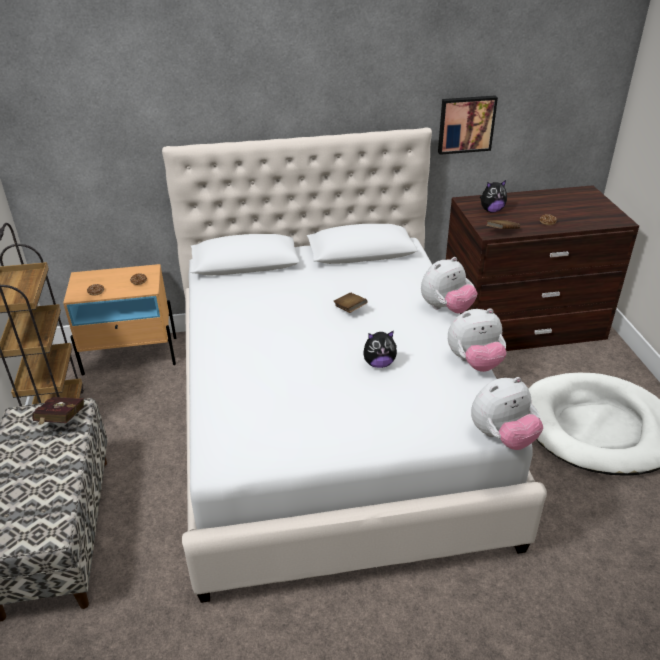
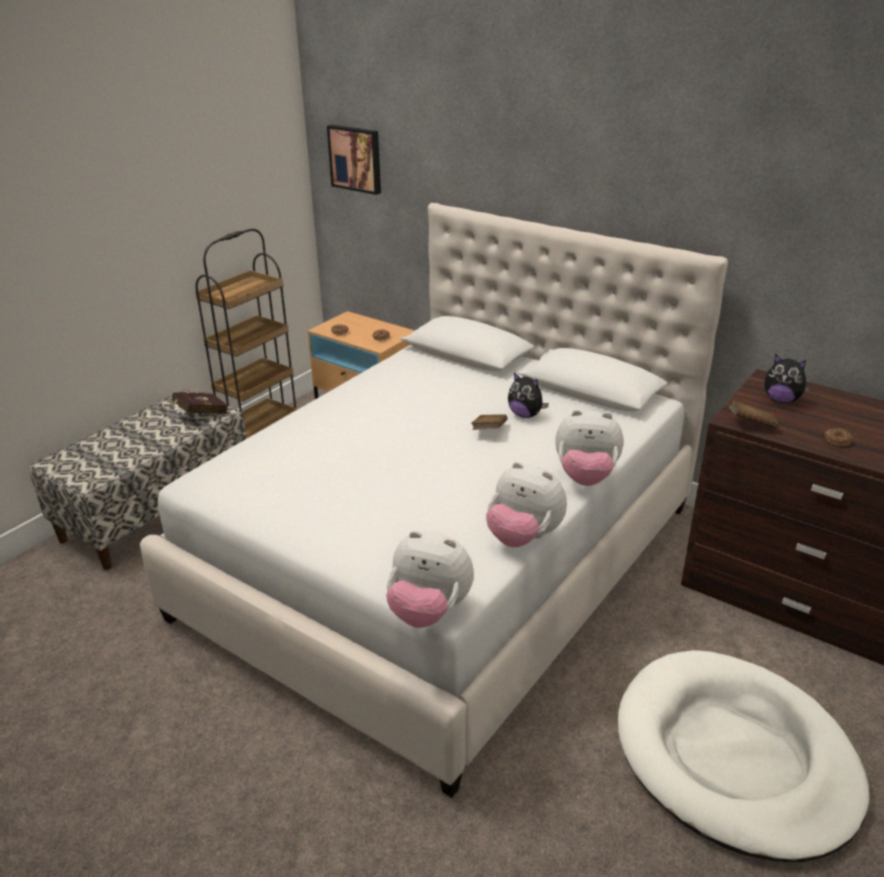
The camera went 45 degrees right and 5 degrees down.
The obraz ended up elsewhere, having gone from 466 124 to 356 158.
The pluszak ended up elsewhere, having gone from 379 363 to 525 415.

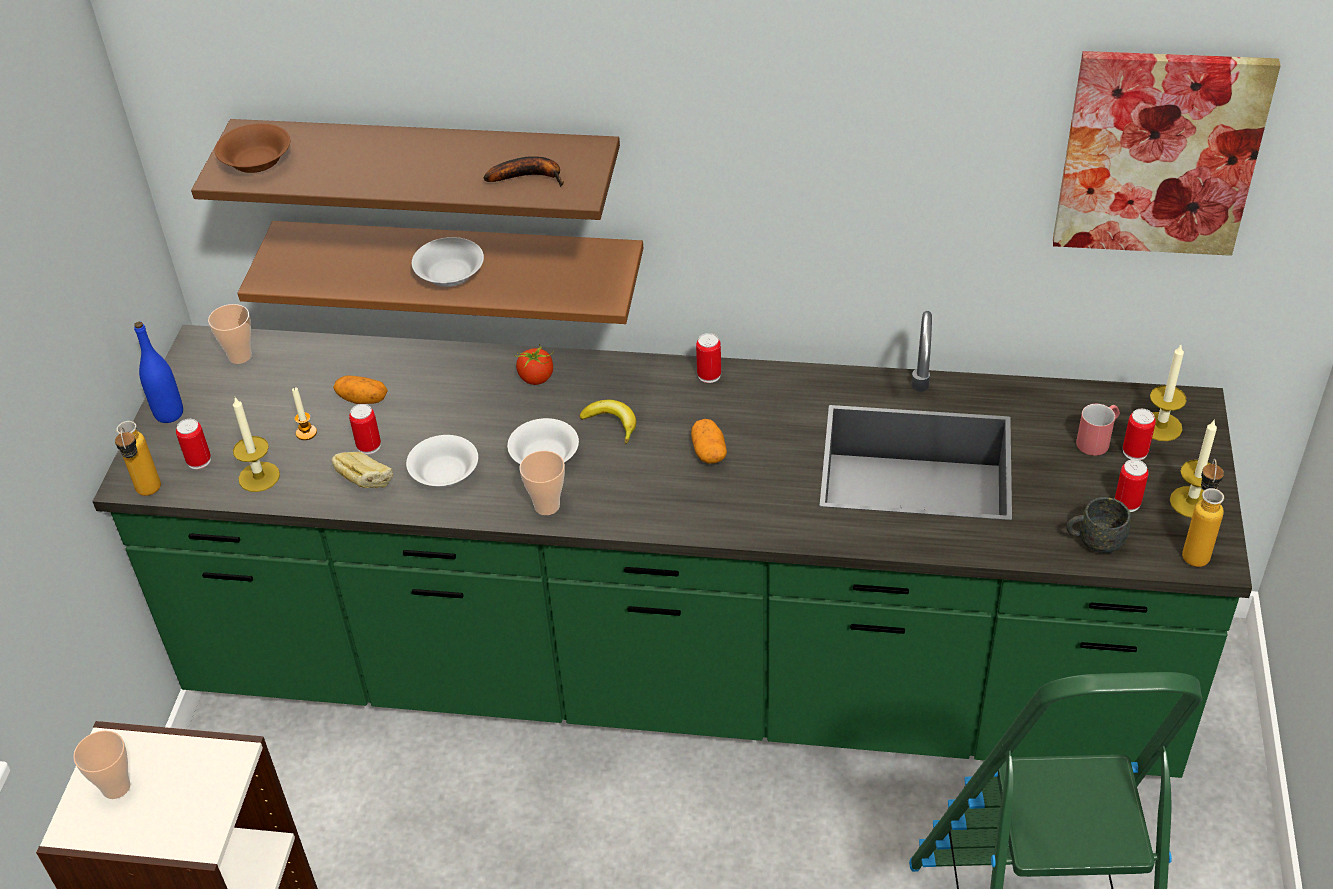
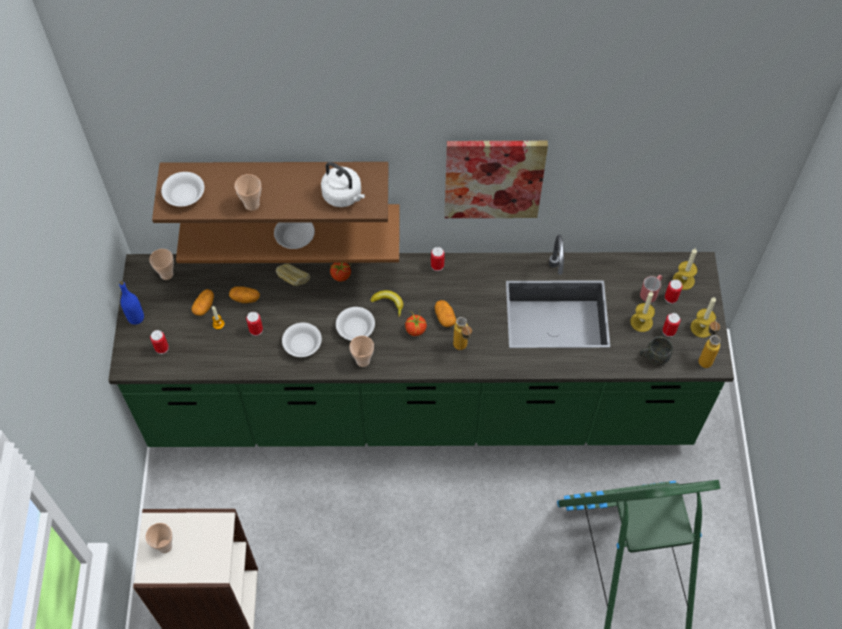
The camera went 10 degrees left and 15 degrees up.
The obraz ended up elsewhere, having gone from 1159 153 to 493 178.
What was the miska (brązowy) at 256 162 turned into the miska (biały) at 184 196.
Where the banan stood at 530 177, the czajnik (biały) came to stand at 344 196.
The świeca ended up elsewhere, having gone from 259 477 to 641 322.
The butelka ended up elsewhere, having gone from 149 495 to 462 349.
The chleb ended up elsewhere, having gone from 365 485 to 293 281.
The second view gained the filiżanka at 252 204.
The second view gained the ziemniak at 204 306.
The second view gained the pomidor at 415 330.

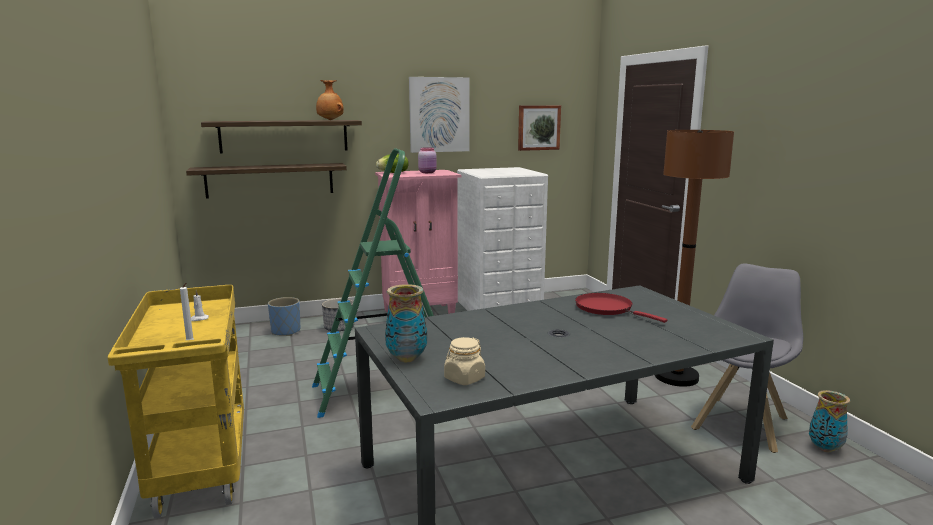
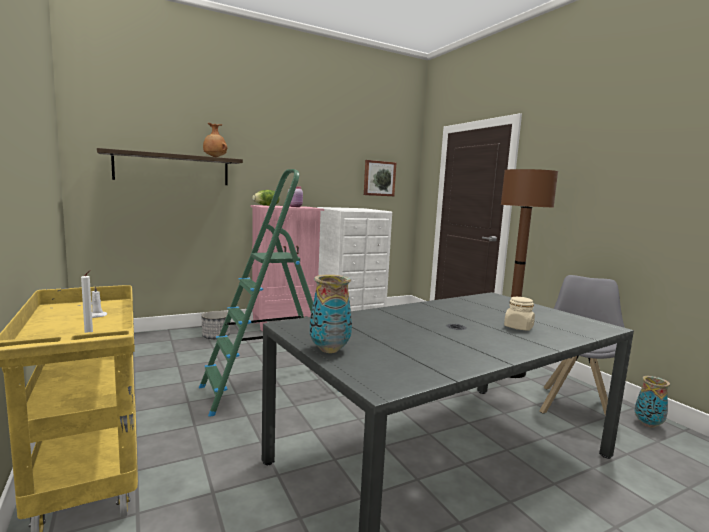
The camera went 10 degrees left and 5 degrees down.
The second view lost the obraz at 439 115.
The second view lost the półka at 270 180.
The second view lost the patelnia (czerwony) at 607 308.
The second view lost the donica (niebieski) at 286 331.
The słoik (beżowy) ended up elsewhere, having gone from 464 378 to 518 327.

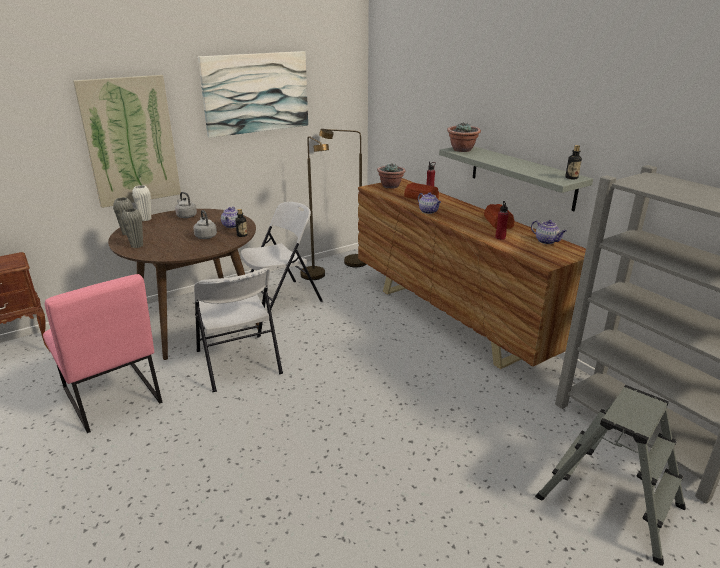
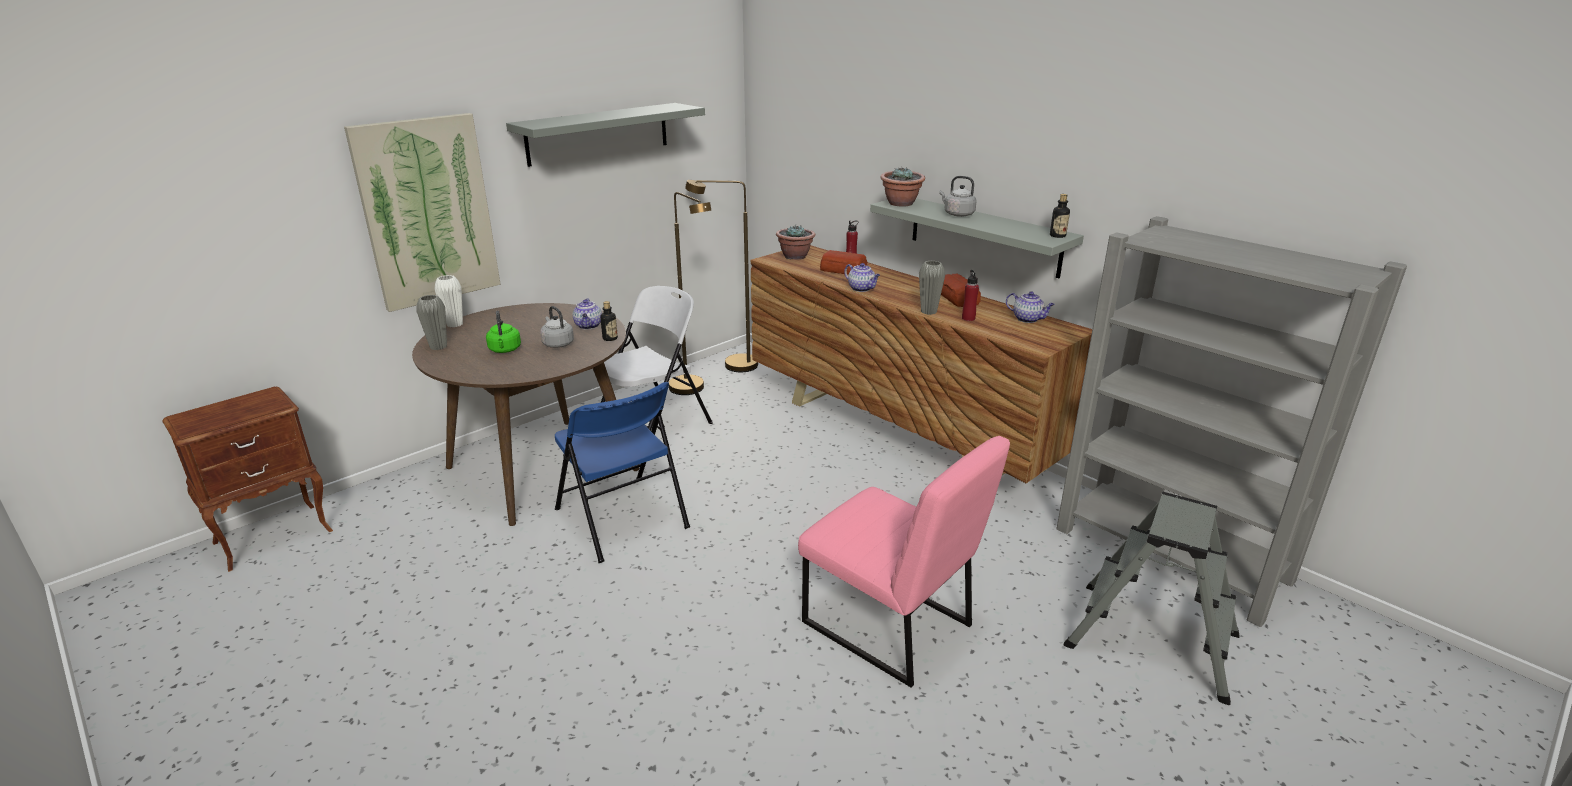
The camera went 10 degrees left and 0 degrees up.
Where the obraz hung at 256 93, the półka (szary) came to hang at 598 133.
The czajnik (szary) ended up elsewhere, having gone from 186 216 to 957 214.
The wazon (szary) ended up elsewhere, having gone from 137 245 to 928 311.
What was the krzesło (biały) at 238 362 turned into the krzesło (niebieski) at 621 518.
The krzesło (różowy) ended up elsewhere, having gone from 112 397 to 890 626.
The second view gained the czajnik (zielony) at 505 350.

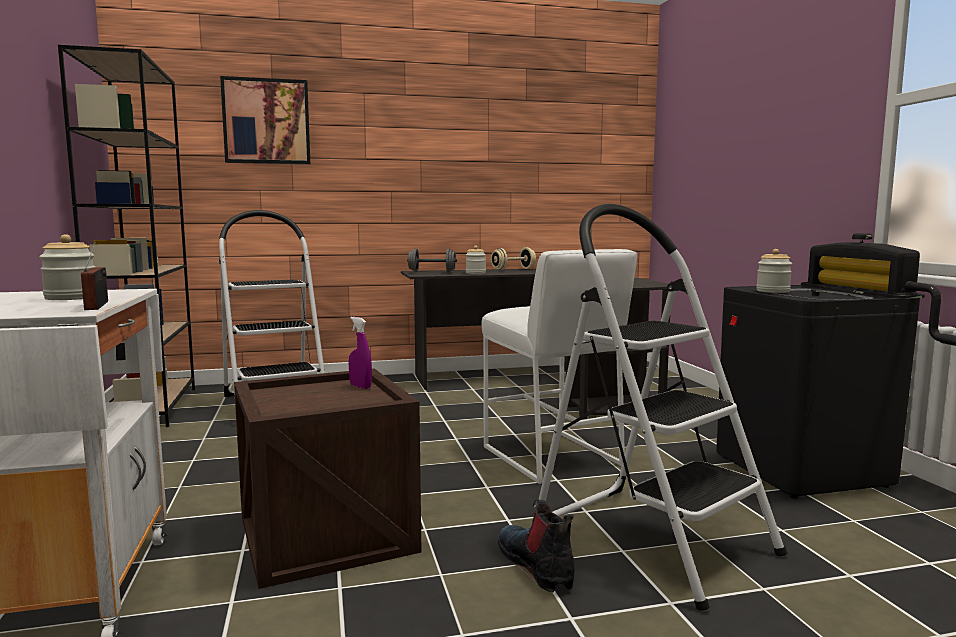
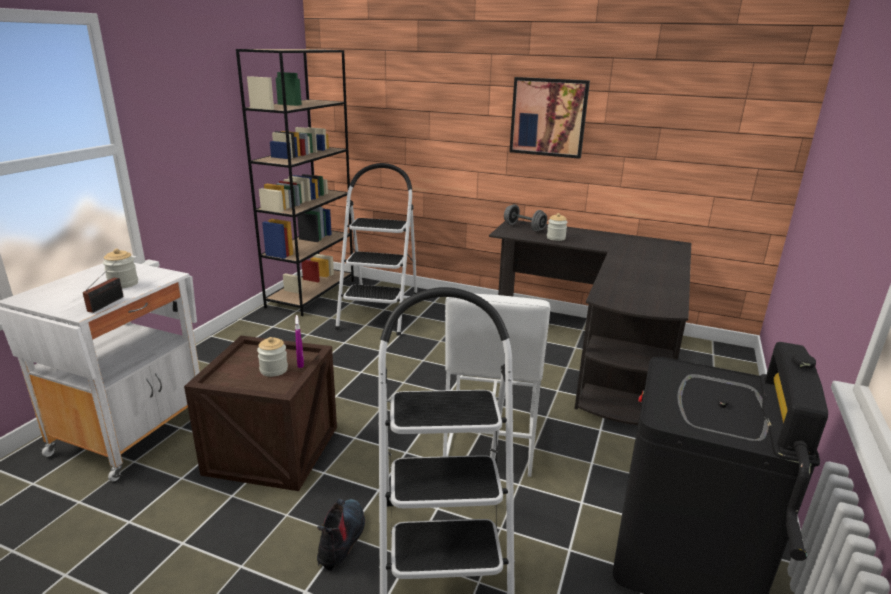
The camera went 35 degrees right and 15 degrees up.
The obraz ended up elsewhere, having gone from 266 121 to 548 117.
The second view lost the hantel (beżowy) at 513 269.
The słoik ended up elsewhere, having gone from 773 291 to 274 370.

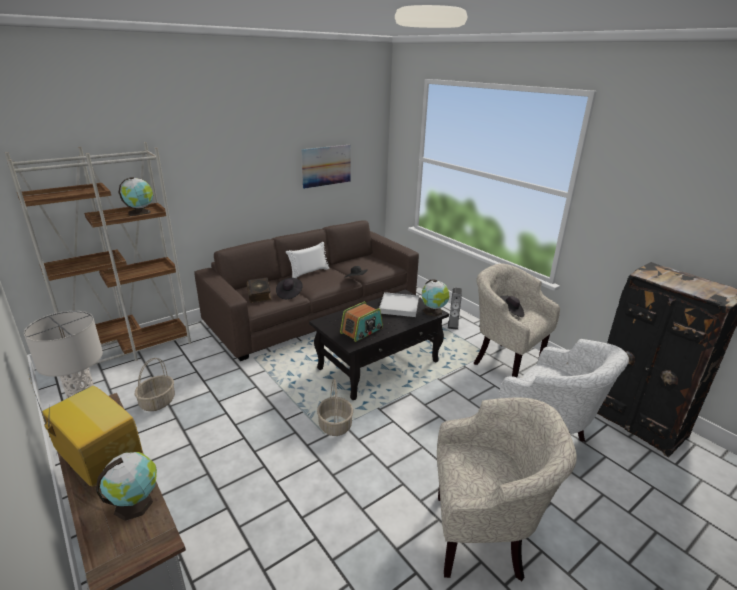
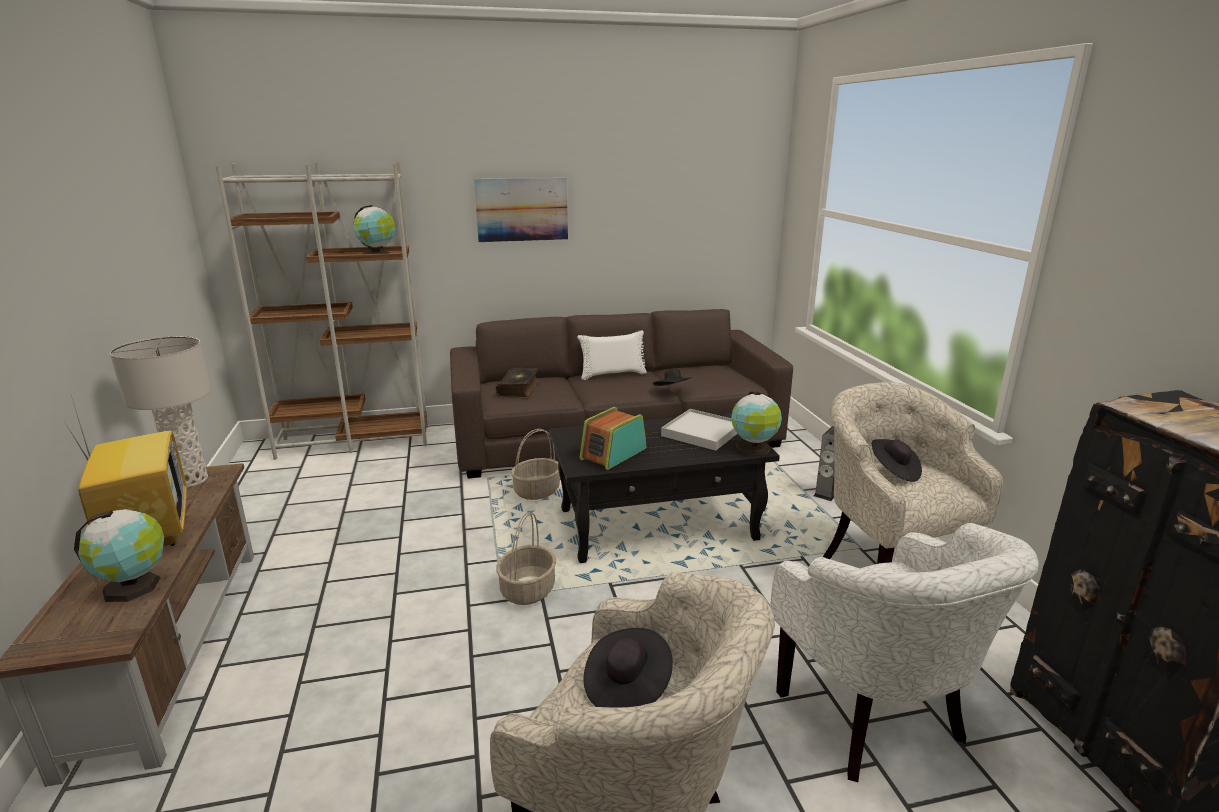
The camera went 25 degrees right and 5 degrees down.
The obraz ended up elsewhere, having gone from 326 166 to 522 209.
The kapelusz (czarny) ended up elsewhere, having gone from 289 294 to 627 686.
The radio at 362 331 ended up facing another way, 150 degrees clockwise from before.
The koszyk ended up elsewhere, having gone from 157 402 to 537 491.

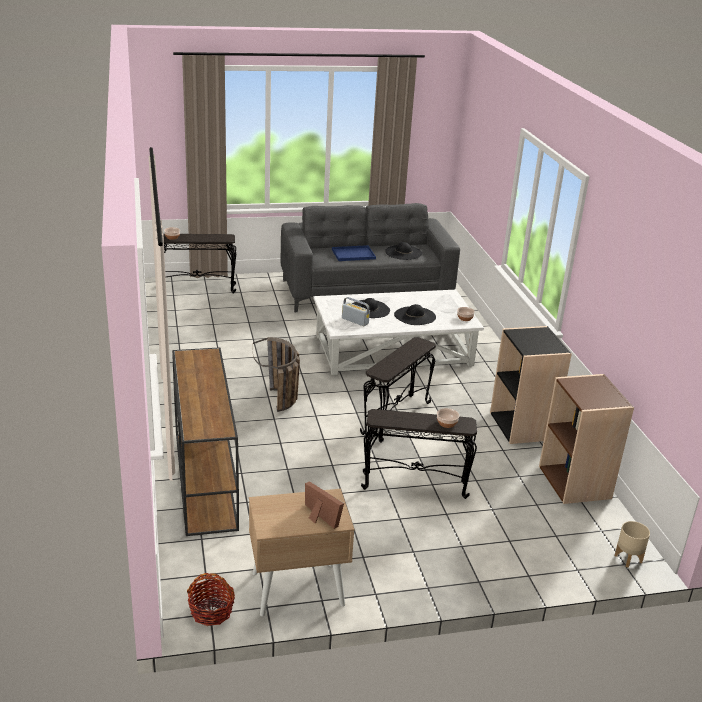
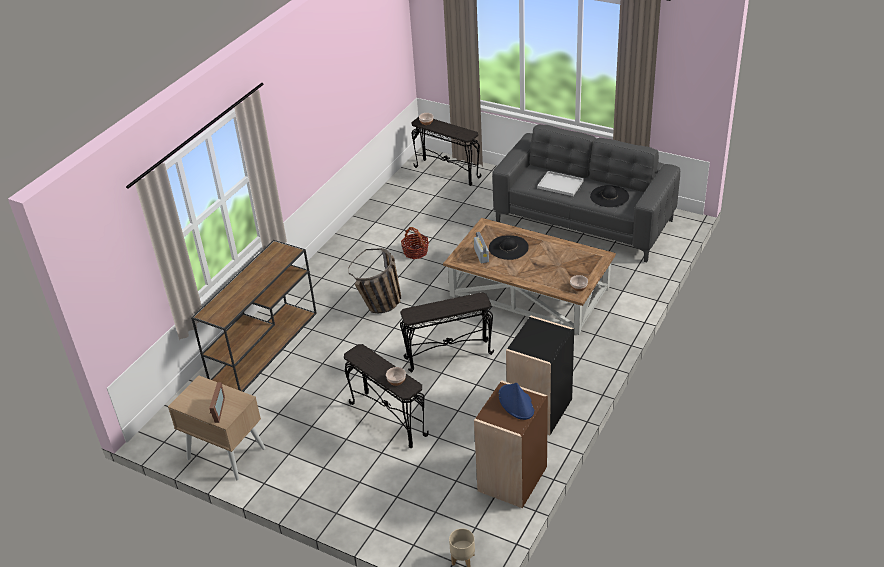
The camera went 45 degrees right and 10 degrees up.
What was the taca (niebieski) at 352 254 turned into the taca (biały) at 559 184.
What was the ława (biały) at 394 350 turned into the ława (brązowy) at 530 291.
The second view lost the kapelusz (czarny) at 415 316.
The koszyk ended up elsewhere, having gone from 211 611 to 415 252.
The second view gained the kapelusz (niebieski) at 516 403.

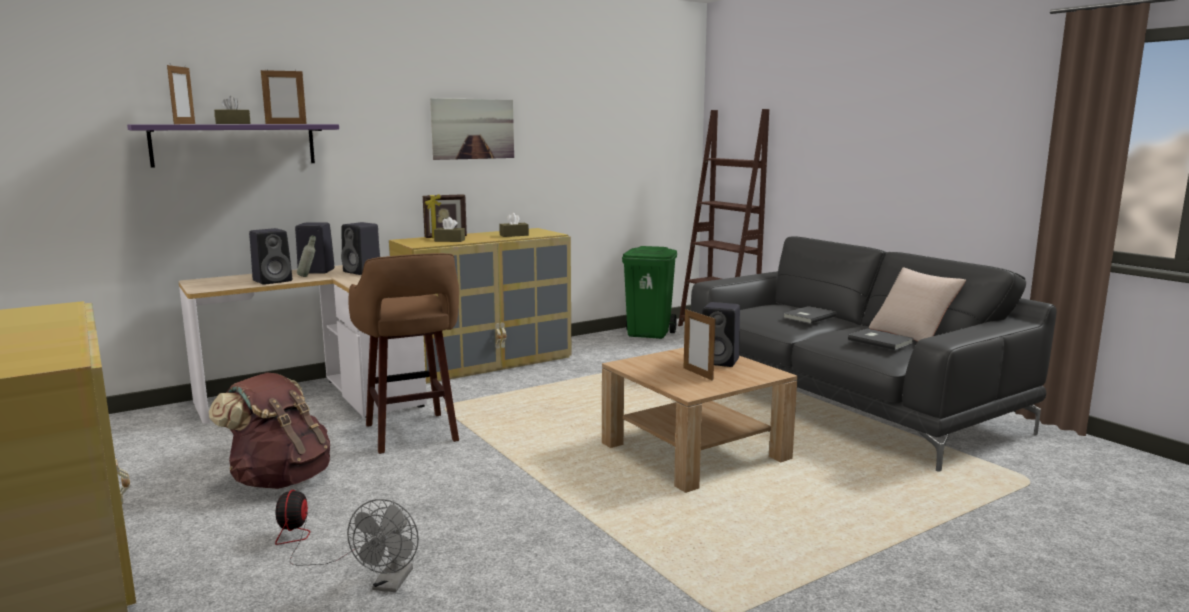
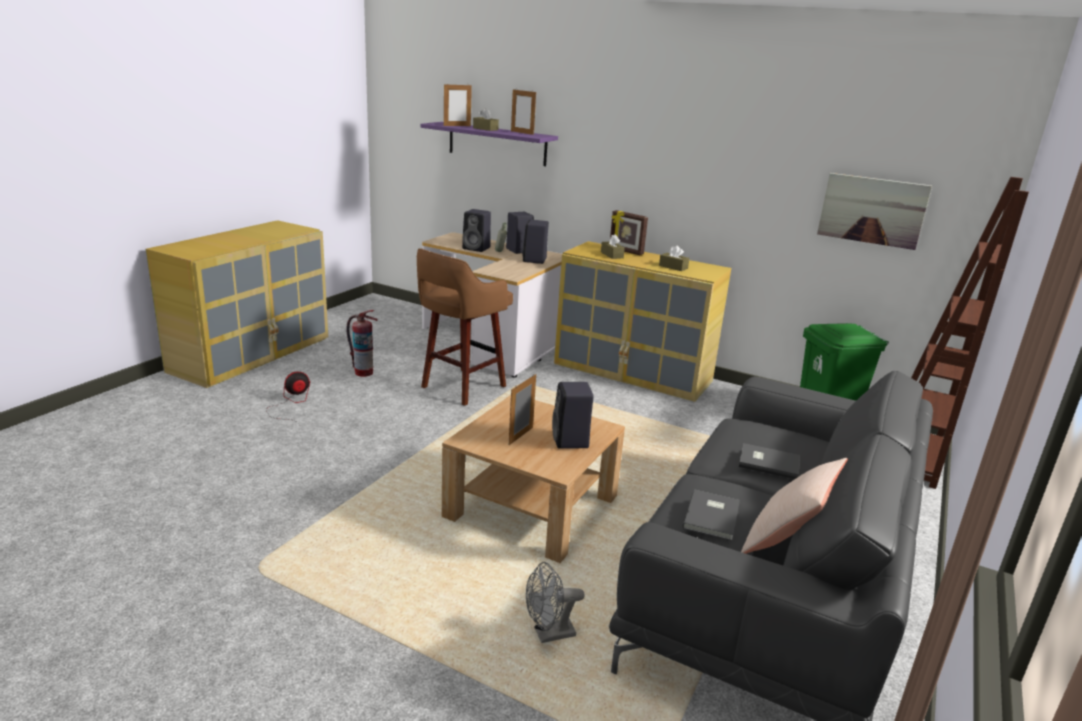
The camera went 60 degrees right and 10 degrees up.
The obraz ended up elsewhere, having gone from 473 129 to 872 210.
Where the plecak (brązowy) stood at 280 480, the gaśnica came to stand at 363 372.
The wentylator (szary) ended up elsewhere, having gone from 390 584 to 548 635.

